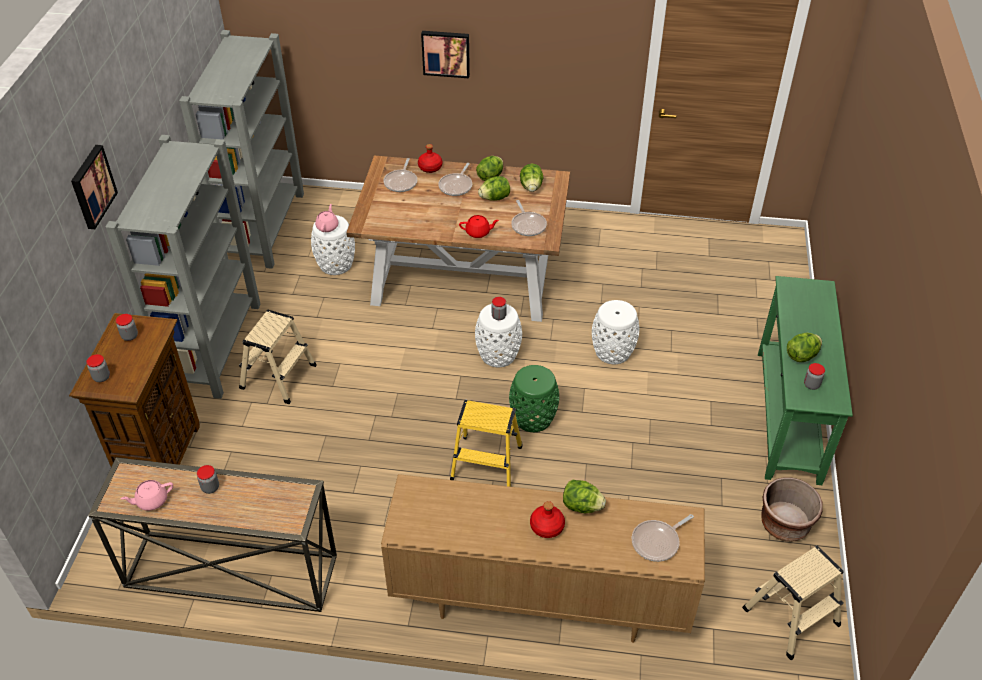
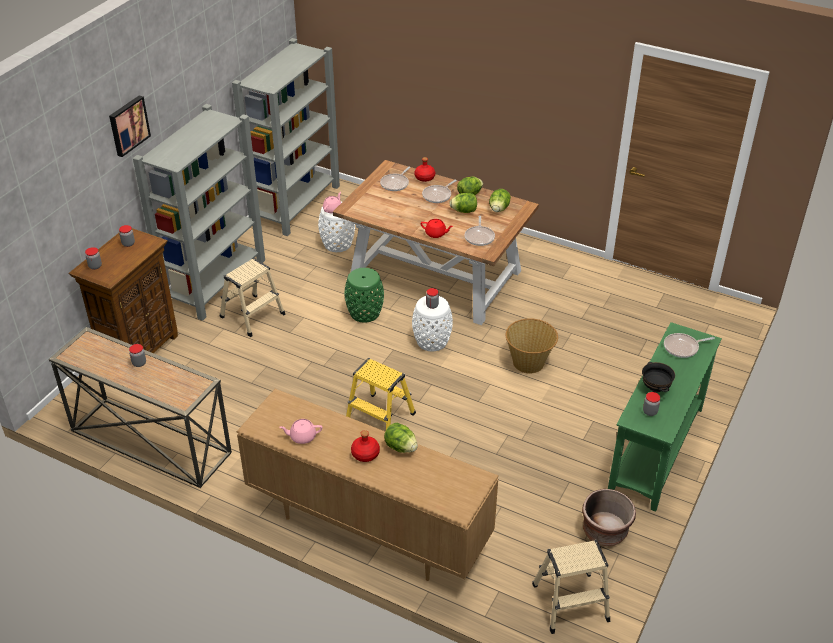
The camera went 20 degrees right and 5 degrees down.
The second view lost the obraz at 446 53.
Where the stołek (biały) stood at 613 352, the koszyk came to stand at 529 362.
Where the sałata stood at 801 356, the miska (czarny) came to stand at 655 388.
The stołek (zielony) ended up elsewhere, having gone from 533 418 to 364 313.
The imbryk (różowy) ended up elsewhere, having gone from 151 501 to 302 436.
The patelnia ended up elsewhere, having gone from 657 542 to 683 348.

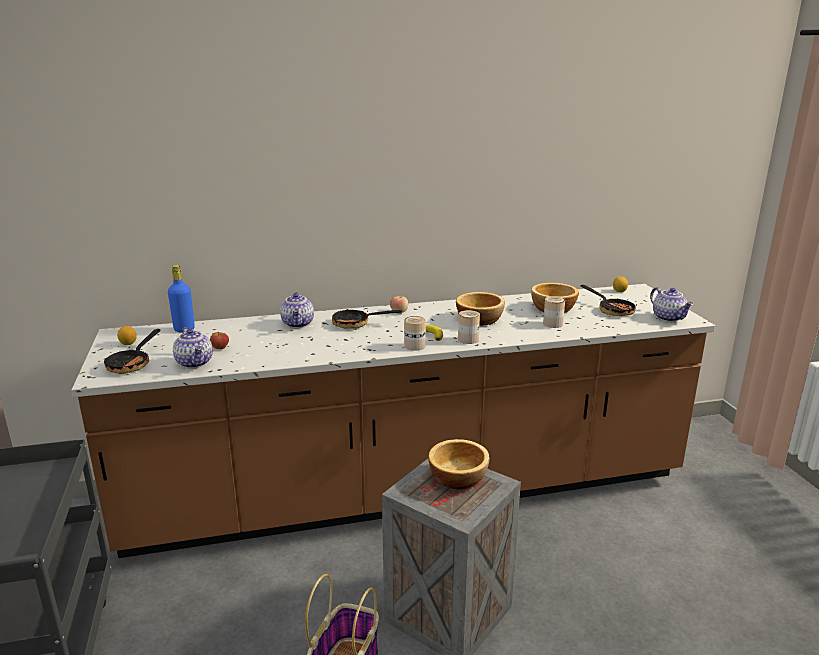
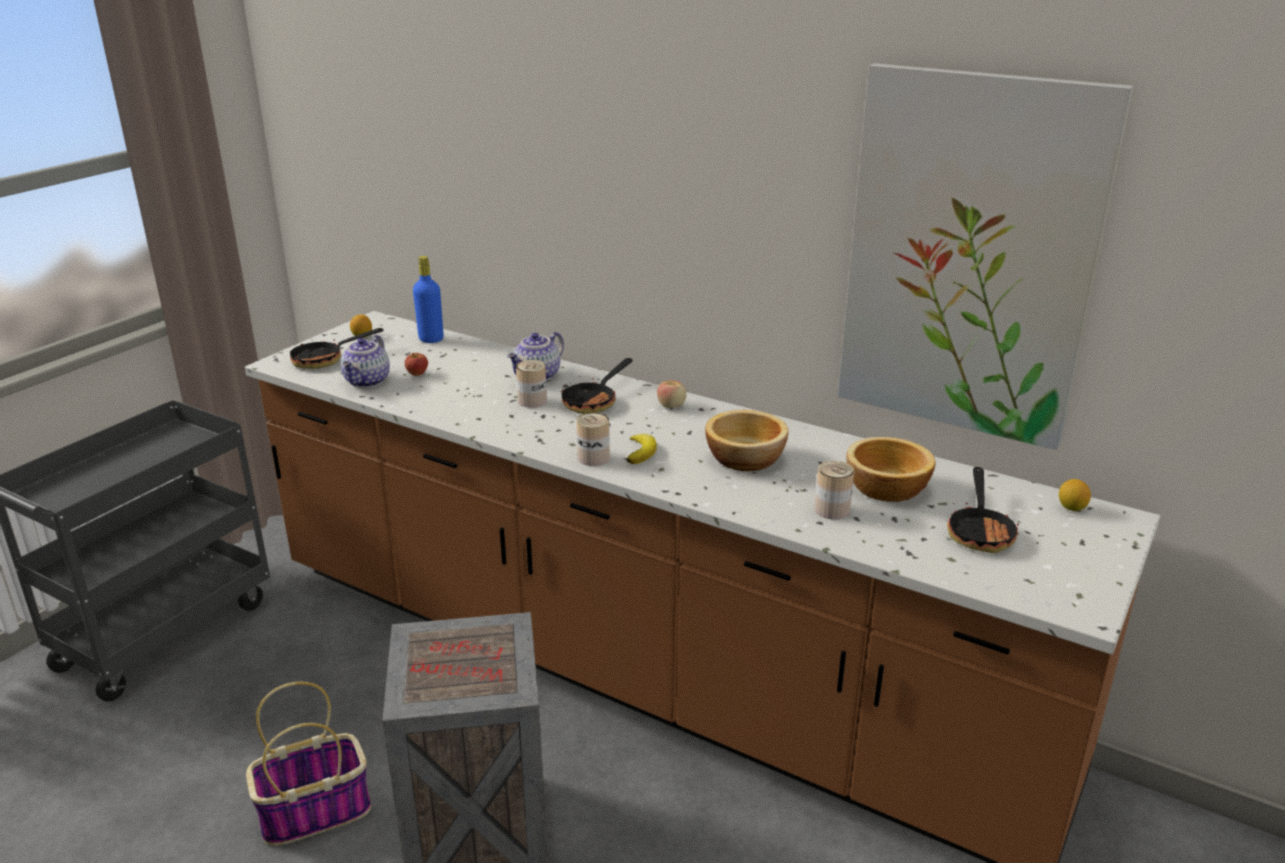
The camera went 45 degrees right and 5 degrees up.
The second view lost the imbryk at 669 318.
The patelnia at 356 324 ended up facing another way, 105 degrees counterclockwise from before.
The puszka ended up elsewhere, having gone from 468 339 to 532 401.
The second view lost the miska at 458 477.
The second view gained the obraz at 969 258.

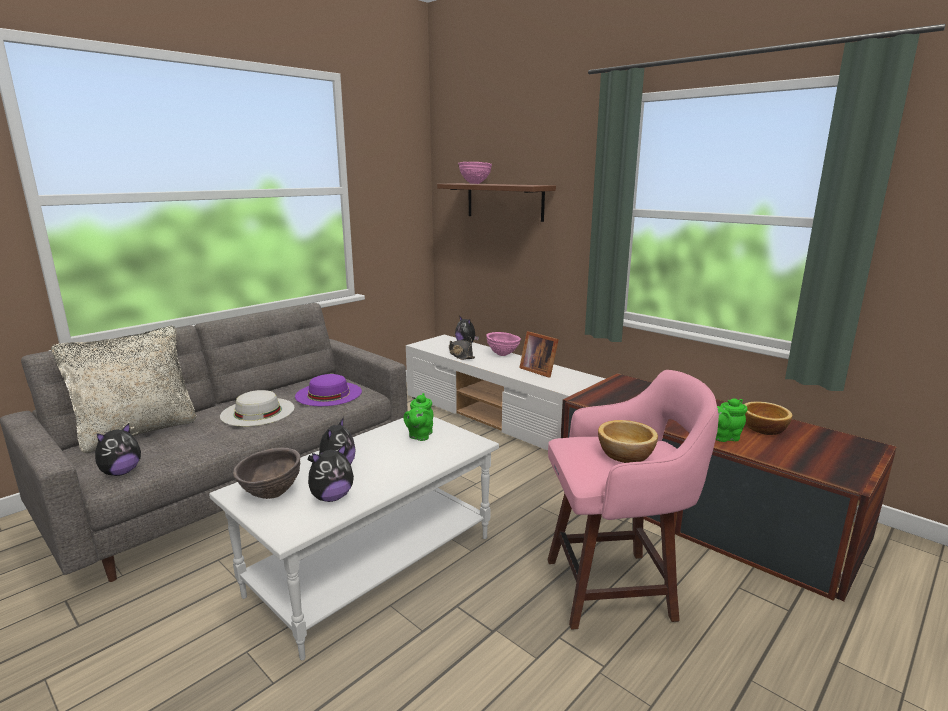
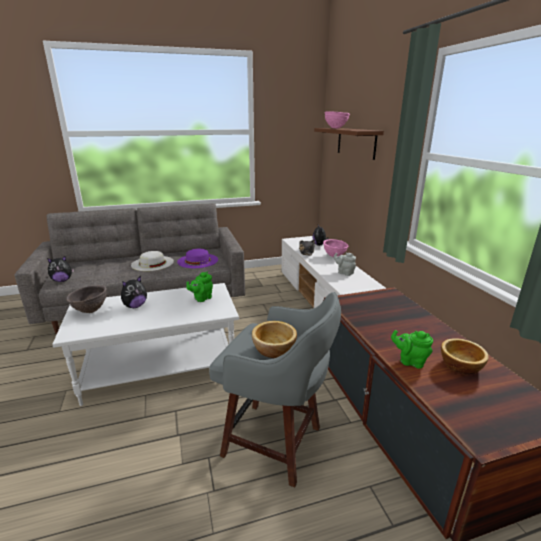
The camera went 30 degrees right and 5 degrees up.
The second view lost the poduszka (beżowy) at 140 433.
Where the ramka na zdjęcie stood at 538 370, the imbryk (szary) came to stand at 344 272.
What was the stołek (różowy) at 615 589 turned into the stołek (szary) at 276 443.
The second view lost the pluszak at 331 497.

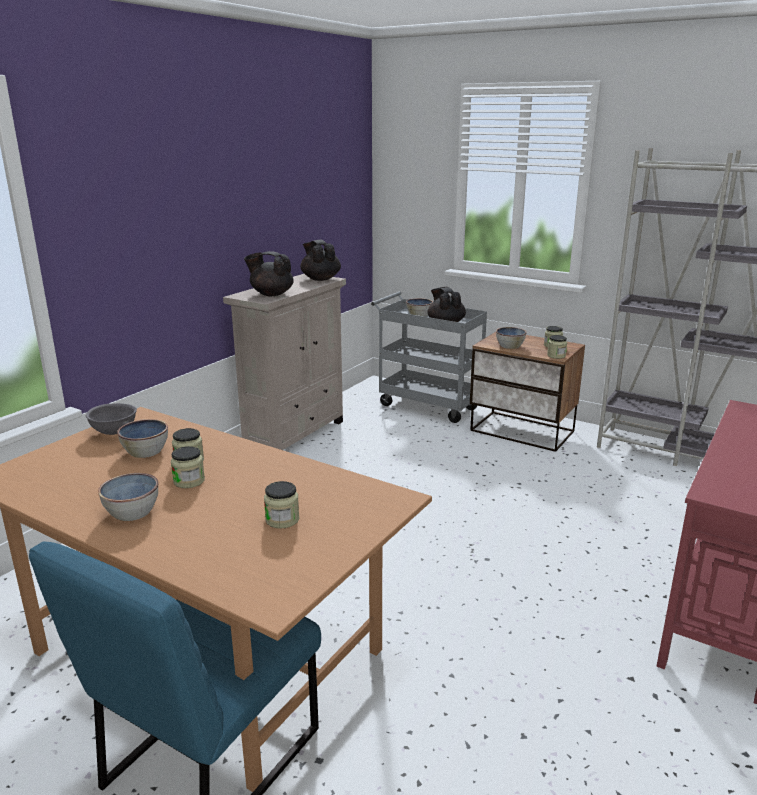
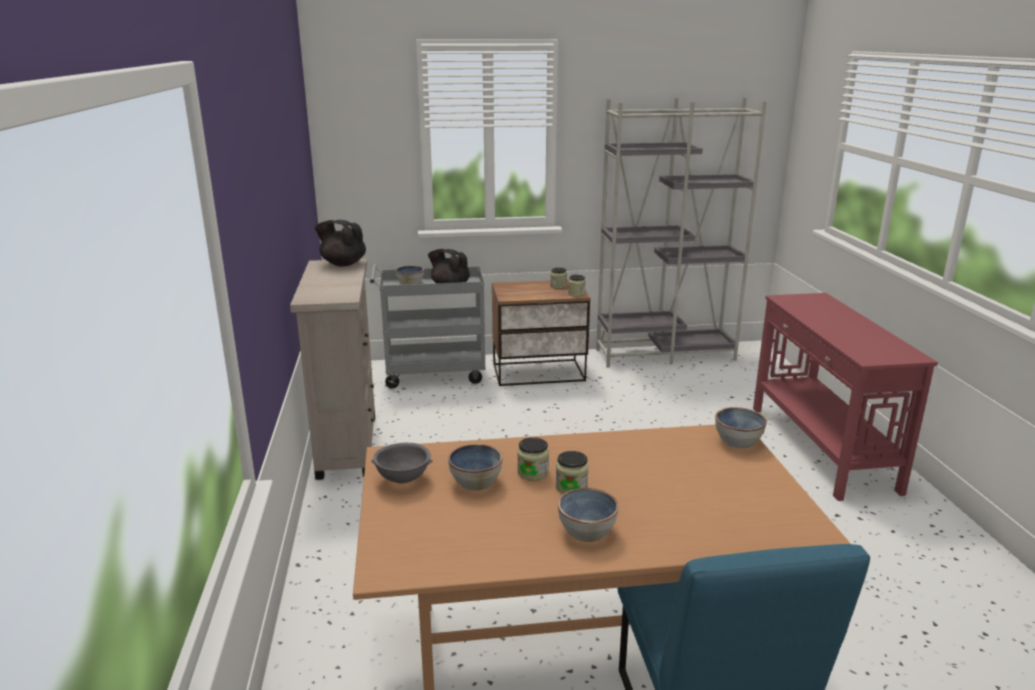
The camera went 40 degrees left and 0 degrees up.
The second view lost the imbryk (czarny) at 271 294.
The miska ended up elsewhere, having gone from 510 346 to 737 441.
The second view lost the słoik at 282 520.

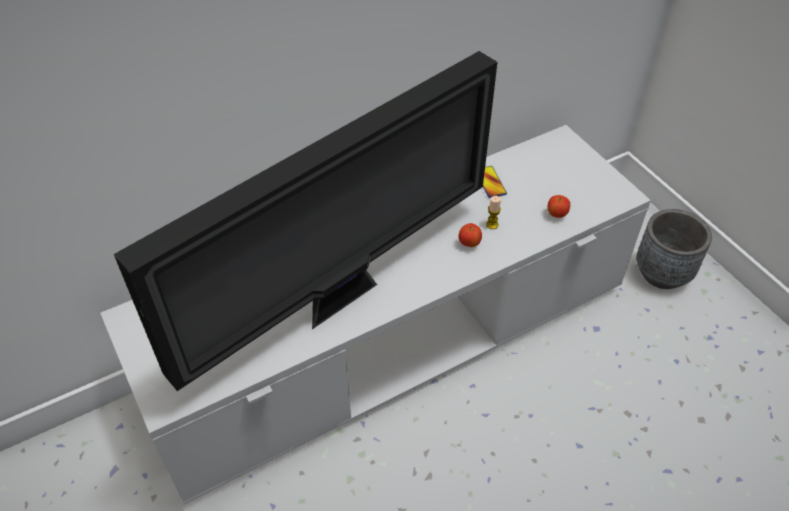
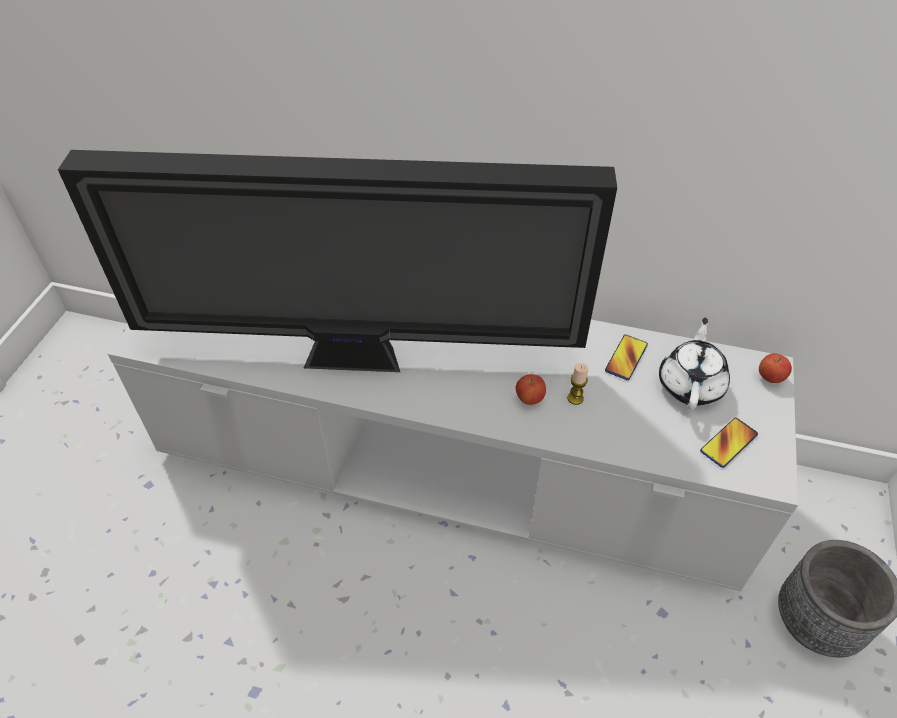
The camera went 45 degrees right and 0 degrees up.
The jabłko ended up elsewhere, having gone from 556 214 to 770 378.
The second view gained the imbryk (biały) at 690 384.
The second view gained the telefon at 728 443.

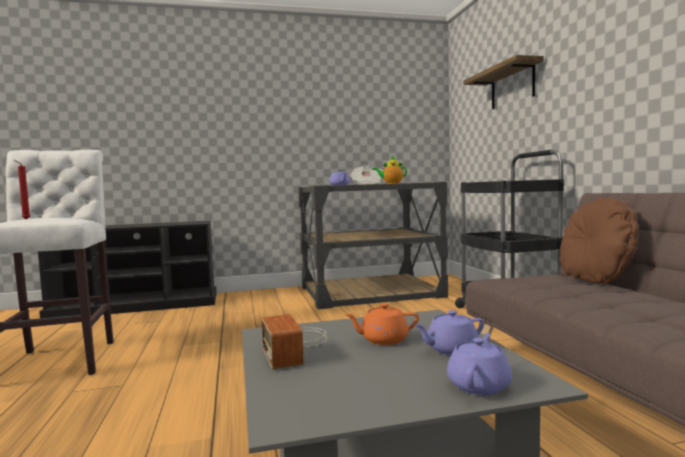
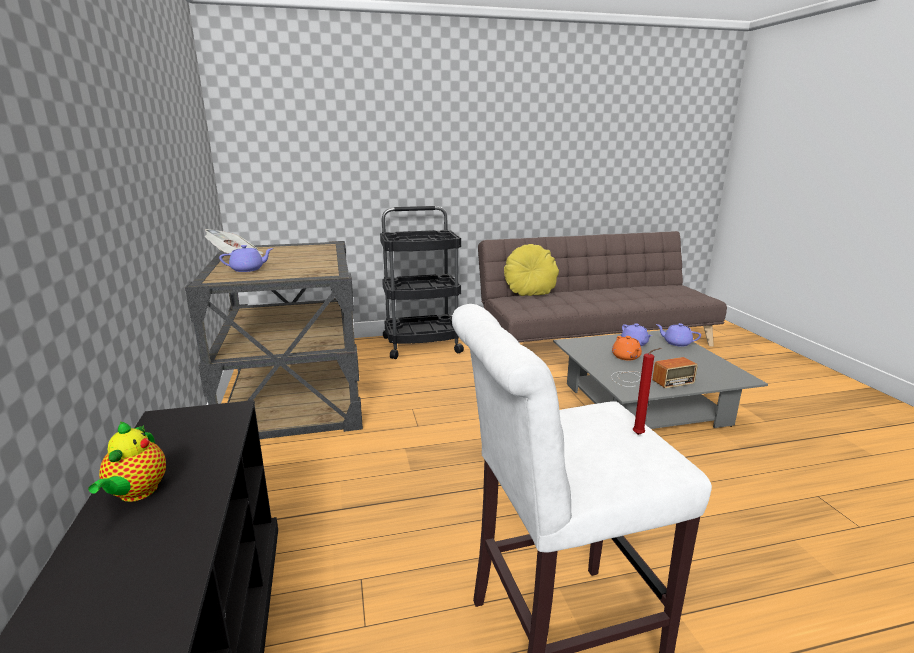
The camera went 90 degrees left and 15 degrees up.
The second view lost the półka at 512 86.
The imbryk ended up elsewhere, having gone from 391 184 to 136 493.
What was the poduszka (brązowy) at 596 281 turned into the poduszka (żółty) at 530 294.

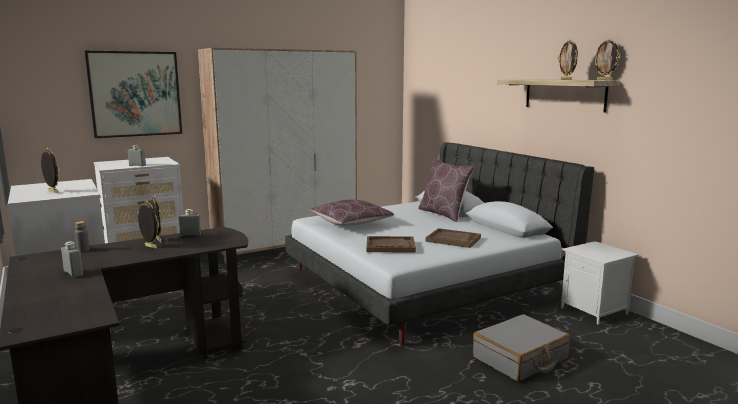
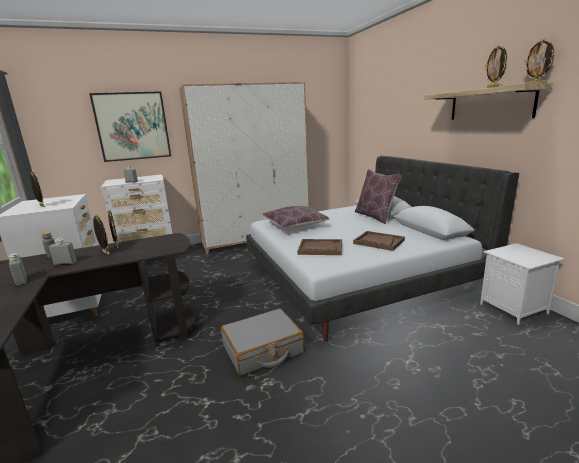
The camera went 10 degrees right and 5 degrees up.
The butelka (szary) ended up elsewhere, having gone from 190 235 to 65 263.
The walizka (szary) ended up elsewhere, having gone from 520 359 to 263 350.

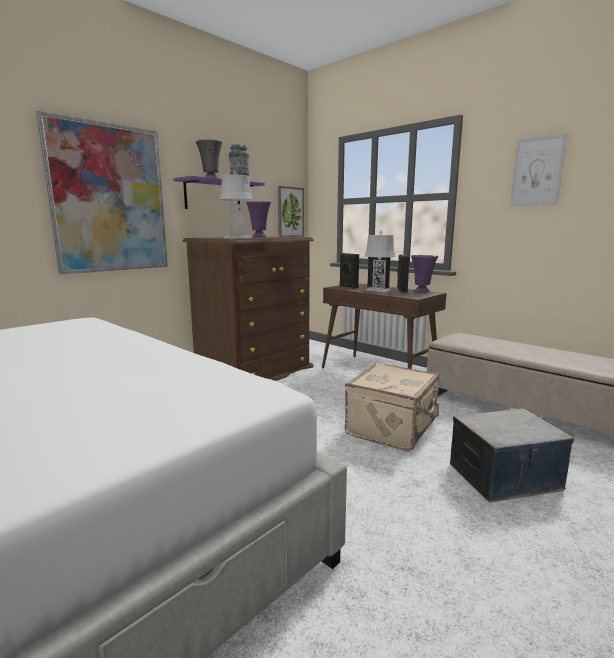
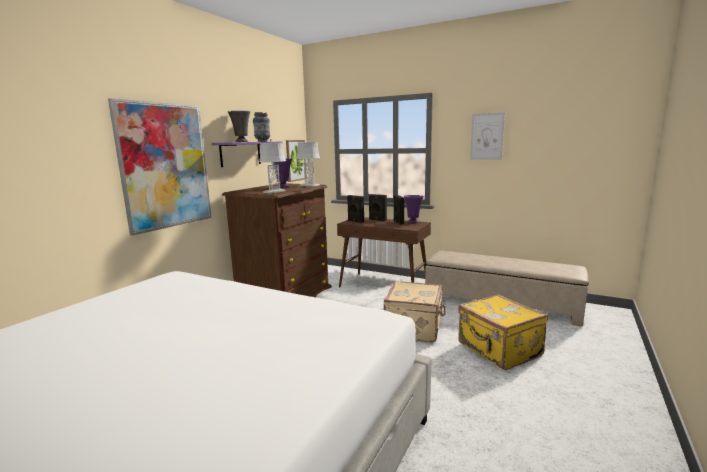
The camera went 15 degrees left and 0 degrees up.
The lampa stołowa (szary) ended up elsewhere, having gone from 378 291 to 309 185.
Where the pojemnik do przechowywania stood at 504 478, the walizka (żółty) came to stand at 498 350.

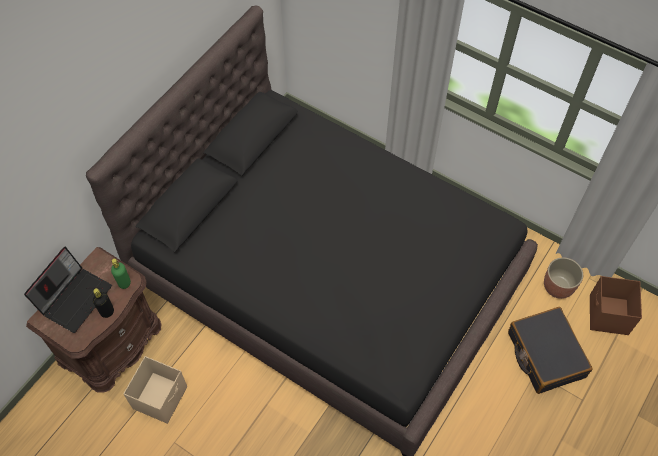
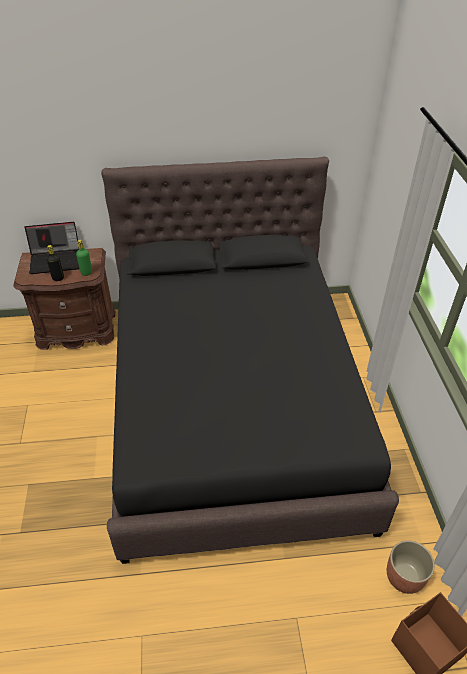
The camera went 50 degrees right and 15 degrees down.
The second view lost the walizka (czarny) at 545 355.
The second view lost the pojemnik do przechowywania (beżowy) at 161 397.

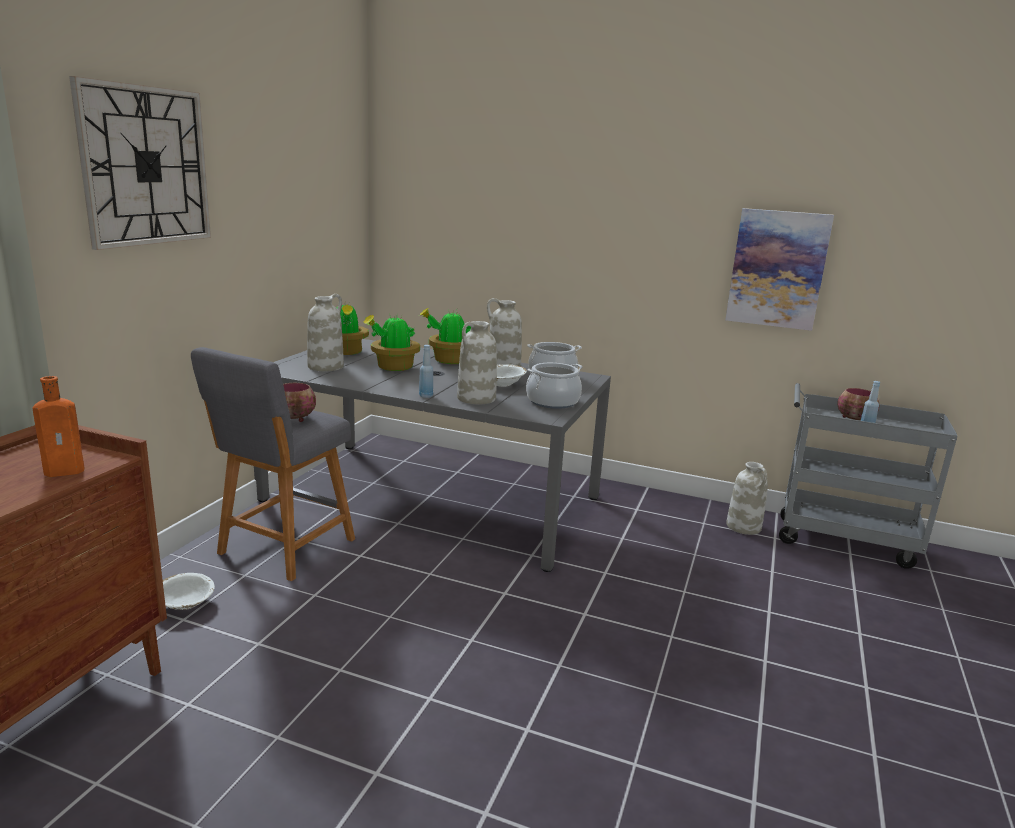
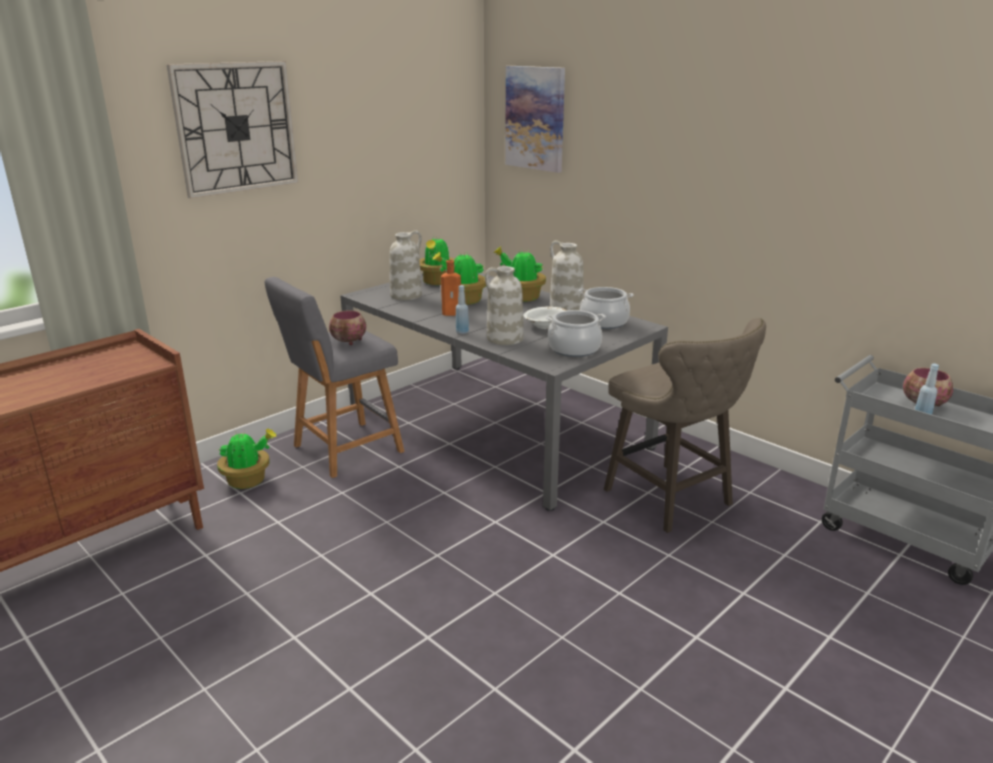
The camera went 25 degrees right and 5 degrees up.
The obraz ended up elsewhere, having gone from 777 269 to 535 118.
The butelka (pomarańczowy) ended up elsewhere, having gone from 67 471 to 453 313.
The second view lost the wazon (biały) at 744 527.
Where the miska (biały) stood at 185 603, the roślina doniczkowa came to stand at 248 481.
The second view gained the stołek (beżowy) at 671 499.

